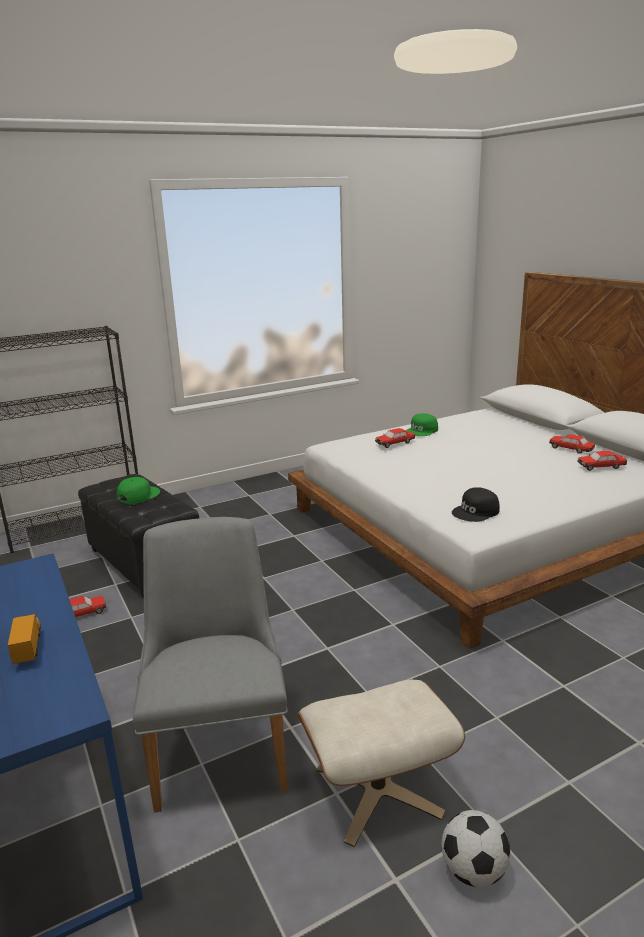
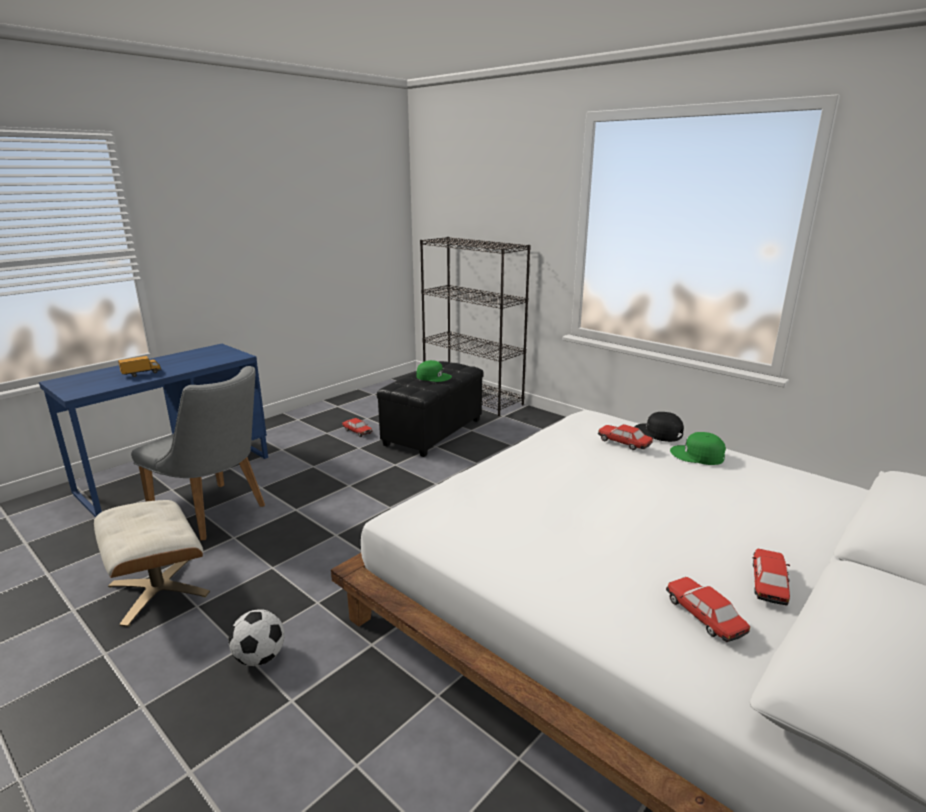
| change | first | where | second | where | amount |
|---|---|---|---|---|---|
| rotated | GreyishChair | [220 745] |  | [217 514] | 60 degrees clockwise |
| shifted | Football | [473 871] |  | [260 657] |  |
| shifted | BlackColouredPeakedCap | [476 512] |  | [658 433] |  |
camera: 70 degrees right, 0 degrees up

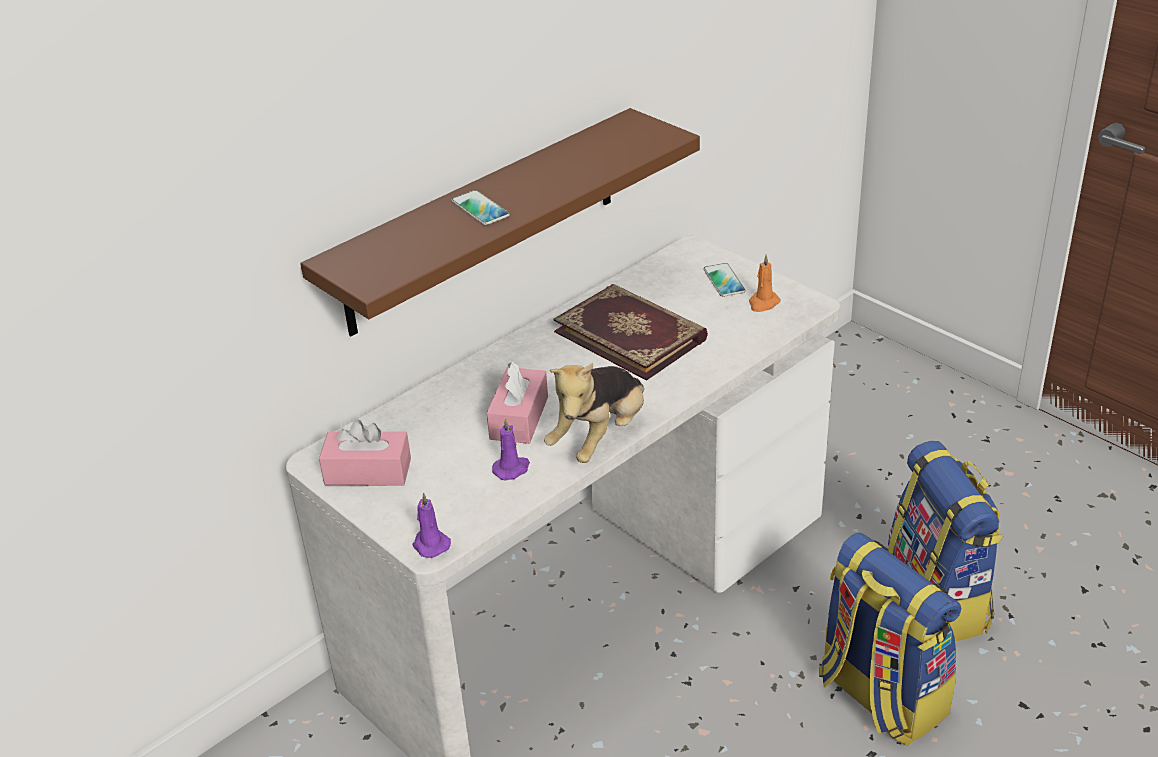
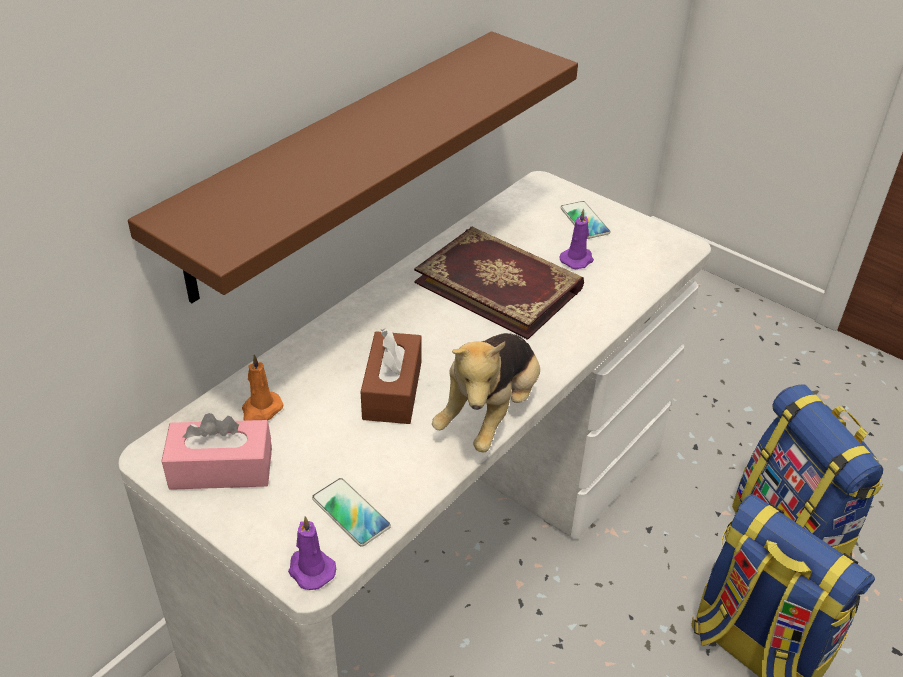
| change | first | where | second | where | amount |
|---|---|---|---|---|---|
| shifted | OrangeyWaxLight | [763 303] |  | [261 410] |  |
| shifted | Phone | [480 209] |  | [350 513] |  |
| repainted | PinkColouredTissueBox | [519 418] | BrownishTissueBox | [392 390] |  |
| shifted | PurplishWaxLight | [512 469] |  | [577 259] |  |
camera: 10 degrees left, 5 degrees up

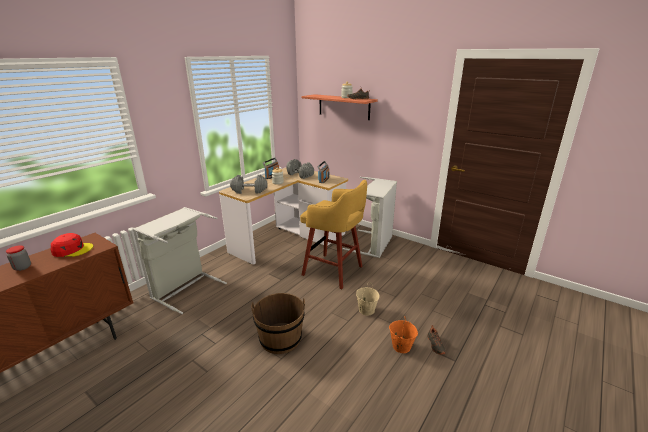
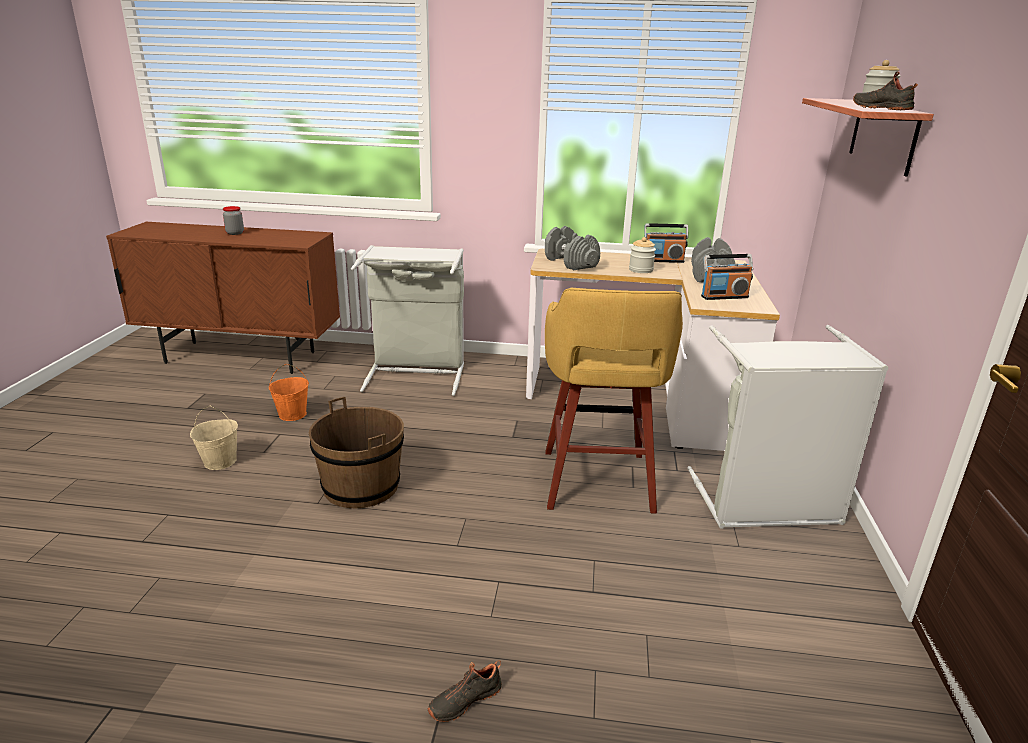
| change | first | where | second | where | amount |
|---|---|---|---|---|---|
| shifted | BeigeColouredBucket | [366 310] |  | [220 461] |  |
| shifted | OrangeyBucket | [401 346] |  | [292 414] |  |
| gone | RedColouredPeakedCap | [73 249] |  |  |  |
camera: 60 degrees right, 0 degrees up

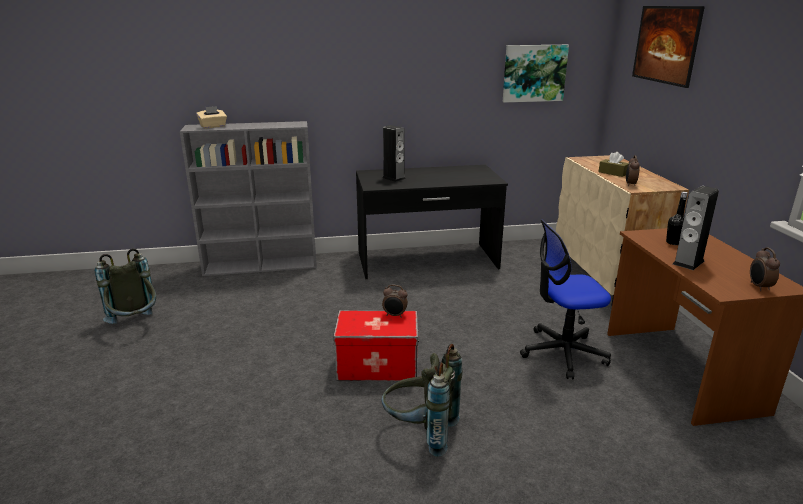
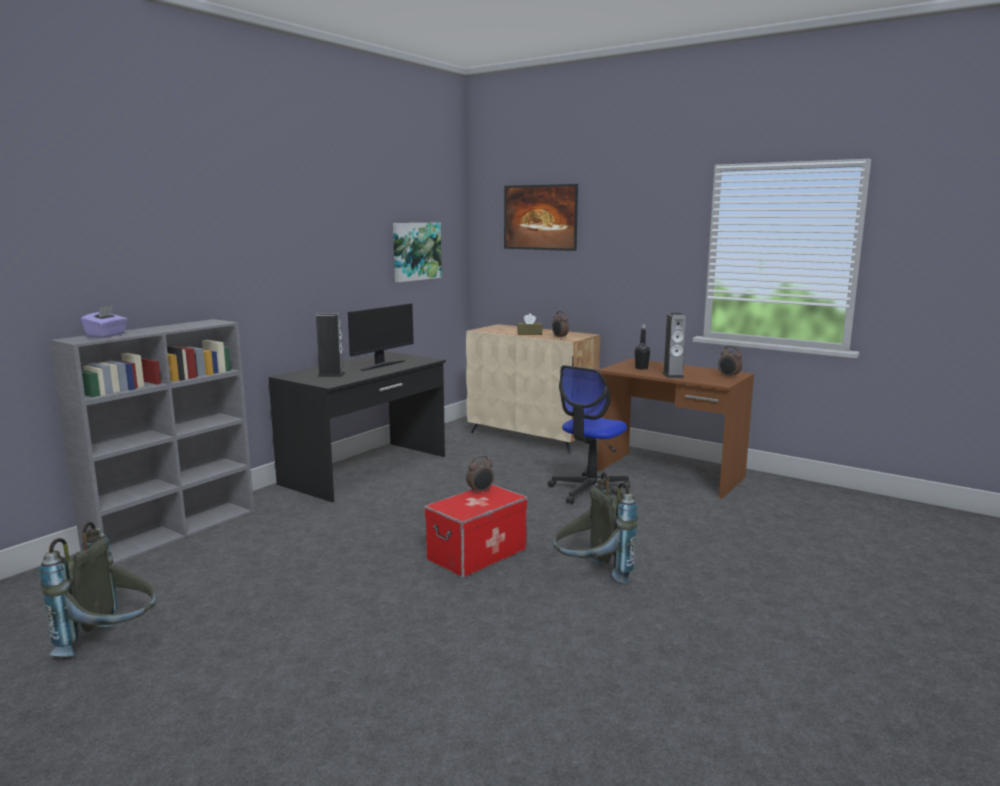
| change | first | where | second | where | amount |
|---|---|---|---|---|---|
| repainted | BeigeColouredTissueBox | [213 126] | PurplishTissueBox | [106 335] |  |
| new |  |  | Monitor | [382 365] |  |
camera: 45 degrees left, 10 degrees down

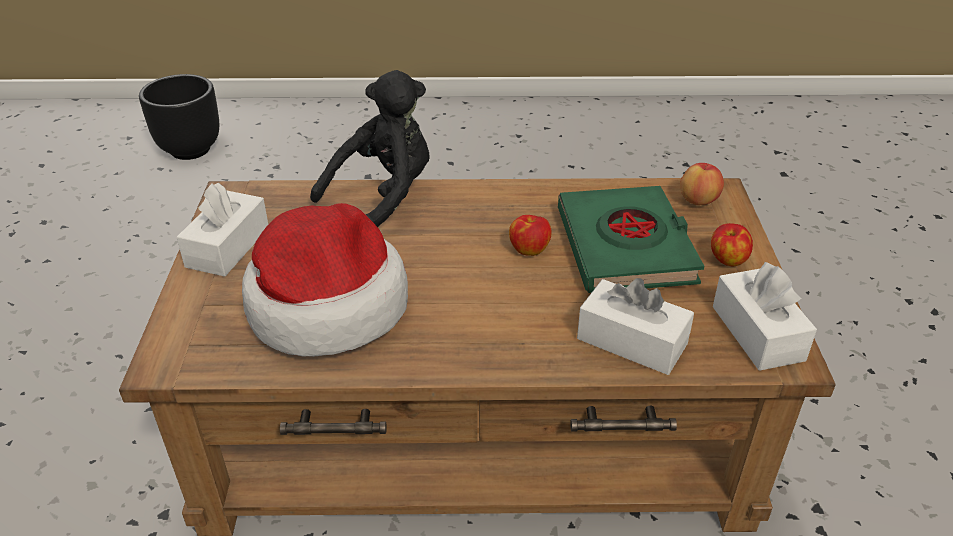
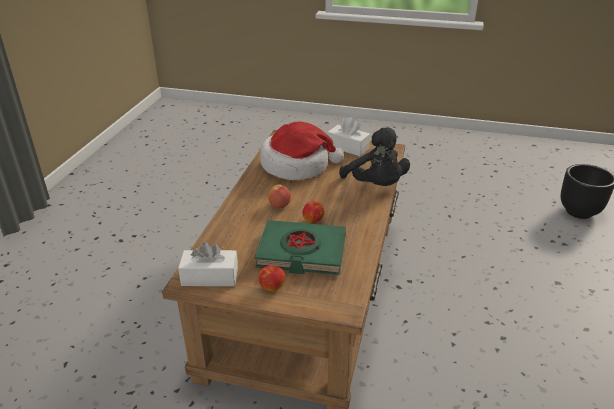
| change | first | where | second | where | amount |
|---|---|---|---|---|---|
| shifted | AppleFruit | [698 200] |  | [279 206] |  |
| gone | WhitishTissueBox | [632 341] |  |  |  |
camera: 105 degrees right, 5 degrees down

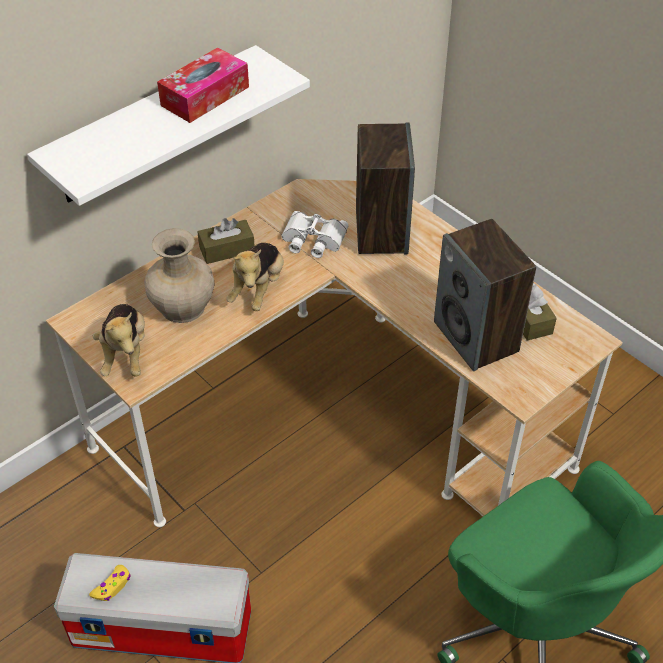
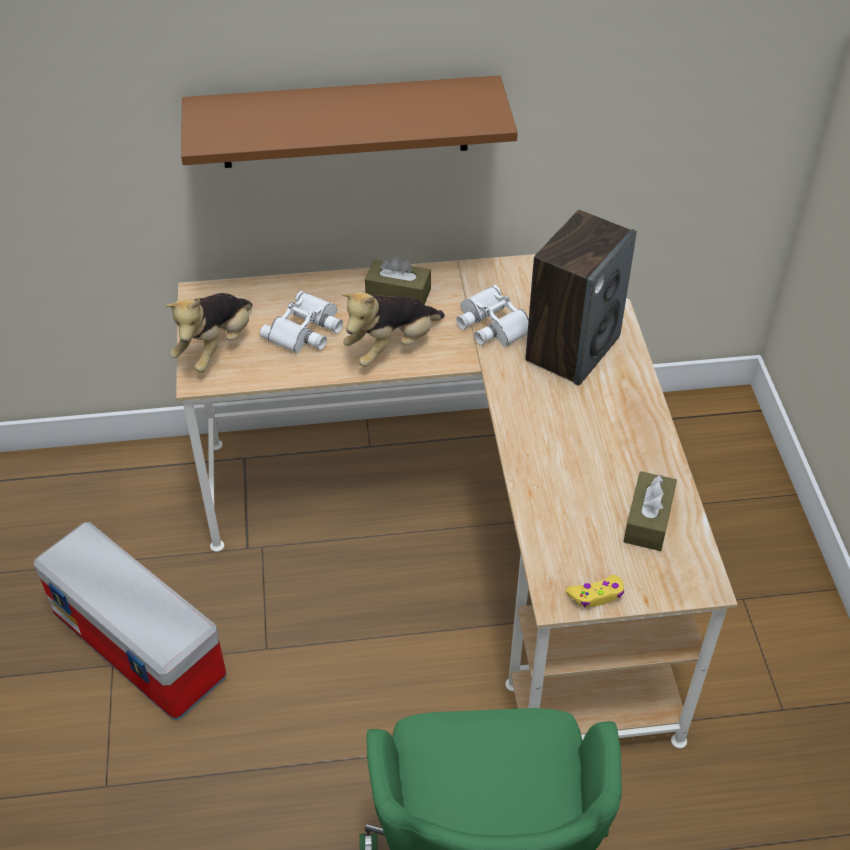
| change | first | where | second | where | amount |
|---|---|---|---|---|---|
| repainted | WhitishShelf | [152 126] | BrownishShelf | [345 122] |  |
| swapped | BeigeColouredDecorativeVase | [183 307] | WhitishFieldGlasses | [306 330] |  |
| shifted | YellowishJoypad | [112 586] |  | [596 595] |  |
| gone | TissueBox | [205 96] |  |  |  |
| gone | AudioSpeaker | [477 337] |  |  |  |
camera: 35 degrees right, 0 degrees up

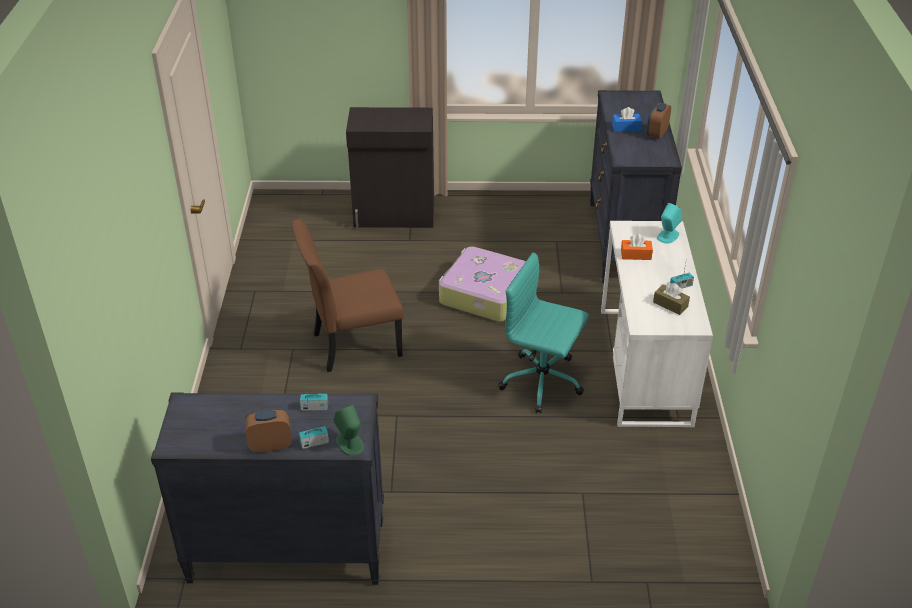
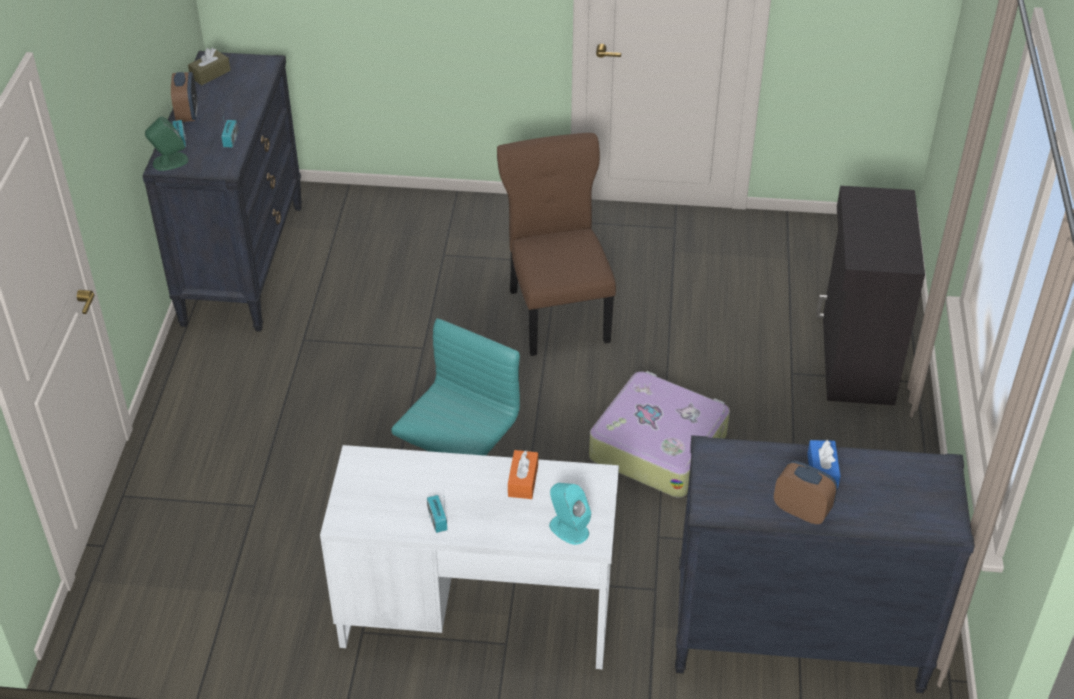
| change | first | where | second | where | amount |
|---|---|---|---|---|---|
| shifted | BrownishTissueBox | [670 304] |  | [210 74] |  |
camera: 95 degrees right, 5 degrees up

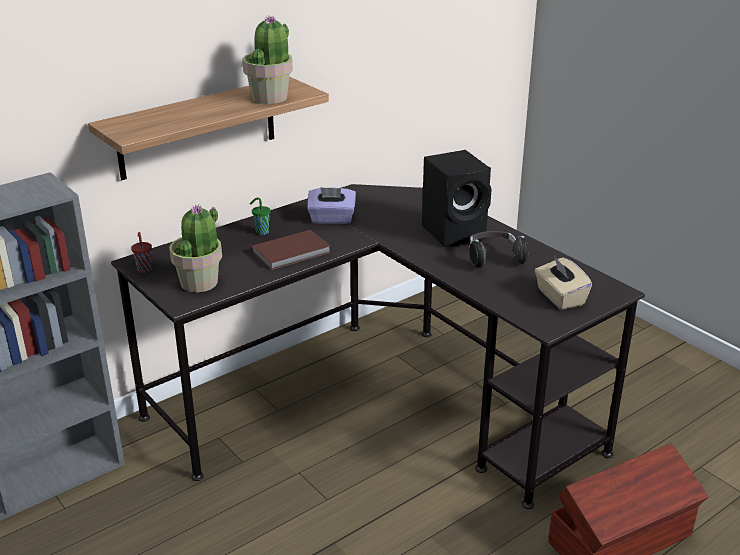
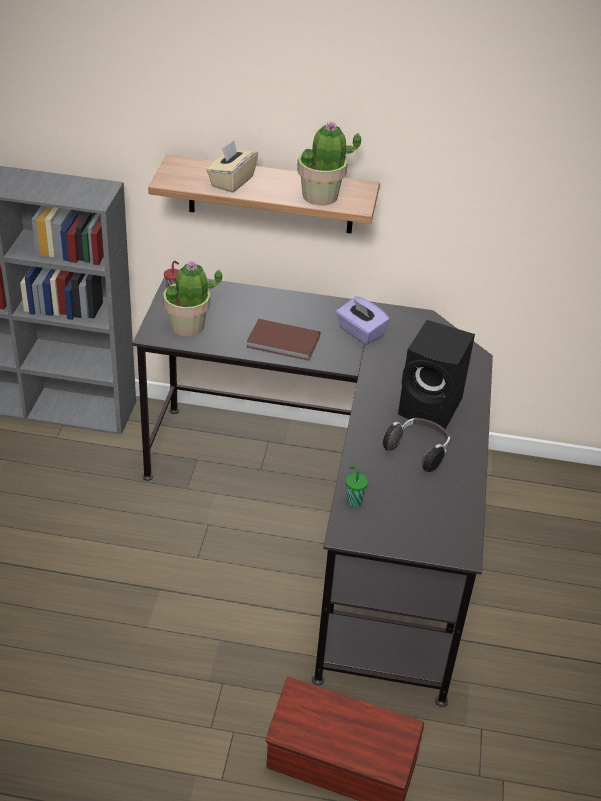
| change | first | where | second | where | amount |
|---|---|---|---|---|---|
| shifted | BeigeColouredTissueBox | [559 297] |  | [231 181] |  |
| shifted | GreenColouredCup | [261 232] |  | [353 501] |  |
camera: 45 degrees right, 10 degrees up

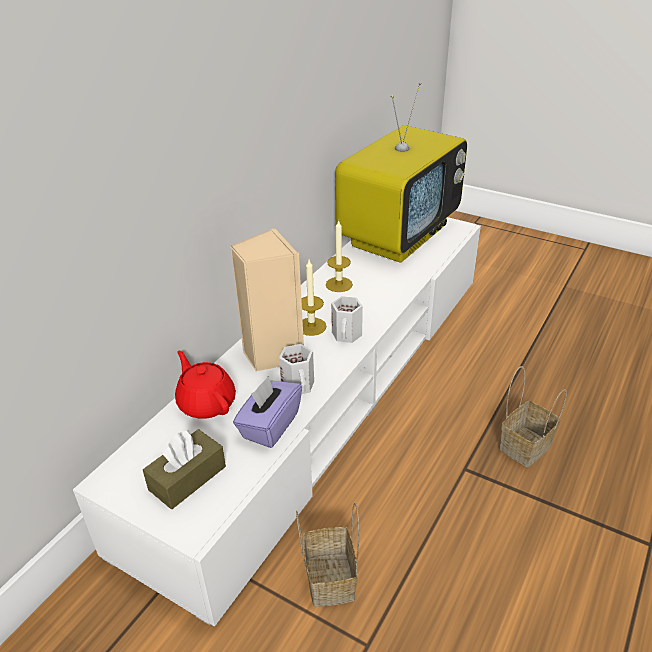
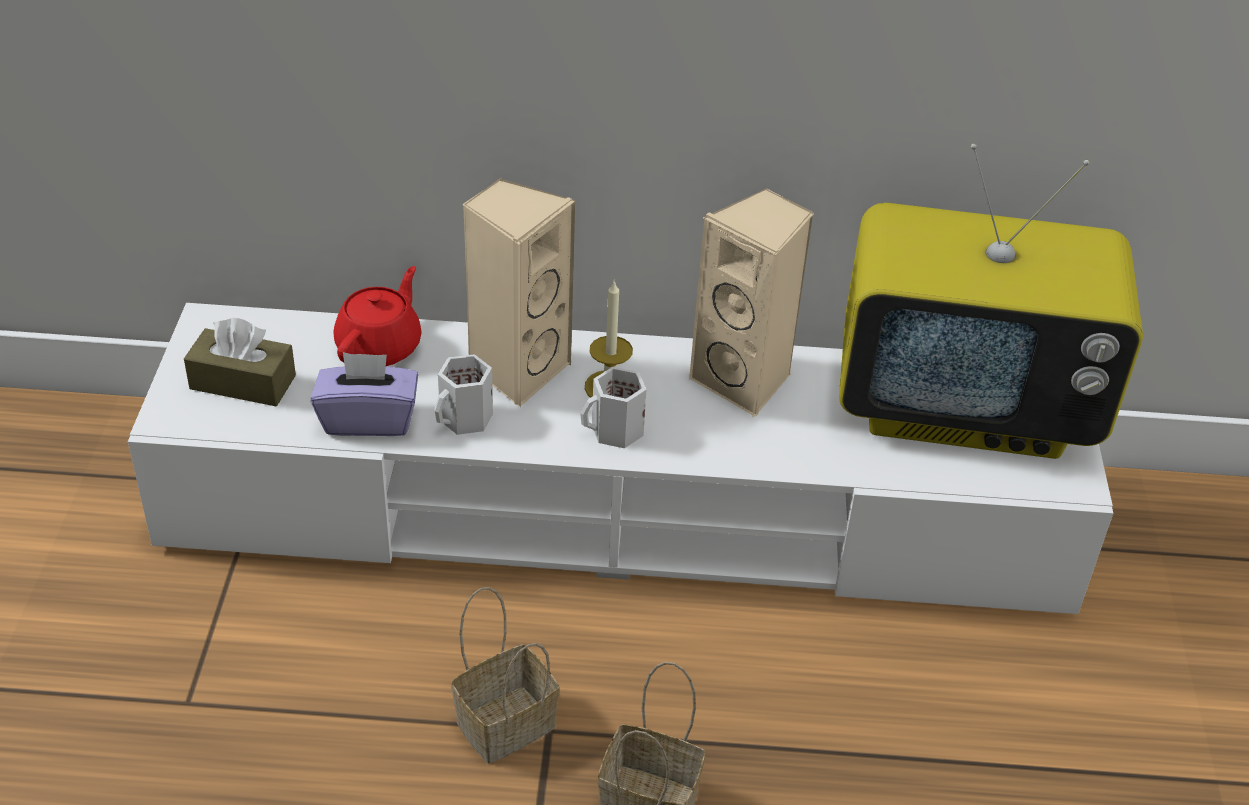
| change | first | where | second | where | amount |
|---|---|---|---|---|---|
| shifted | HouseholdBasket | [328 577] |  | [507 721] |  |
| swapped | WaxLight | [339 284] | BeigeColouredAudioSpeaker | [745 381] |  |
camera: 60 degrees right, 5 degrees up

